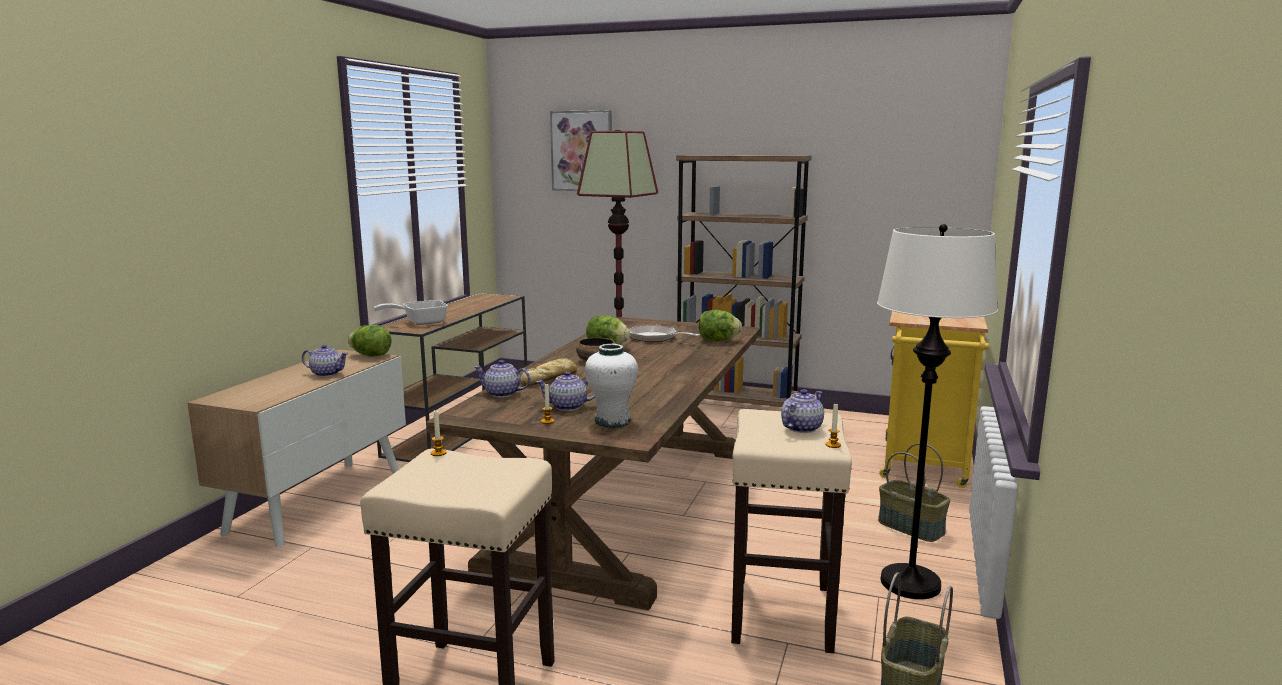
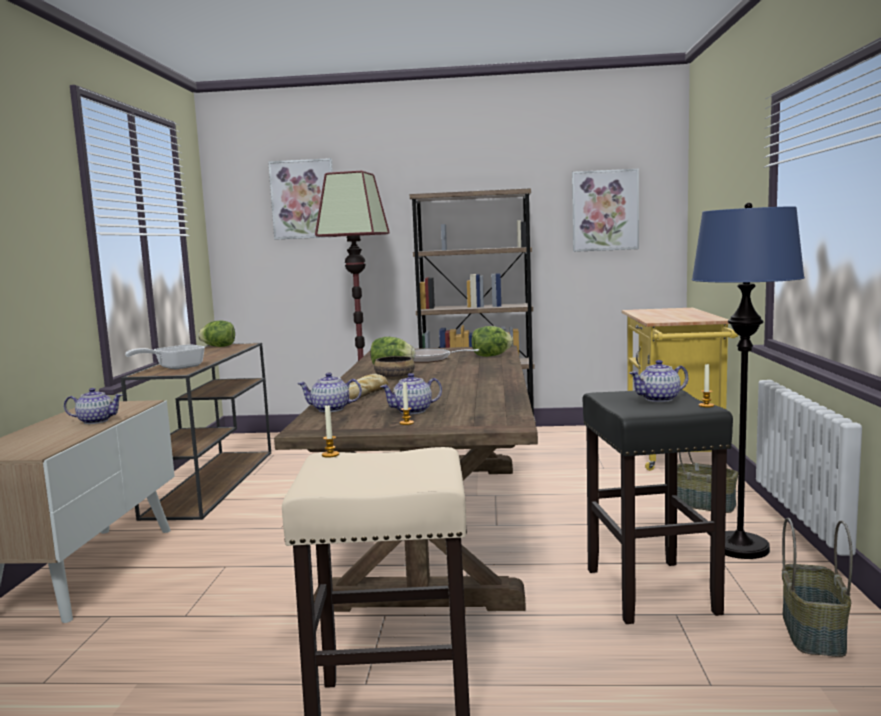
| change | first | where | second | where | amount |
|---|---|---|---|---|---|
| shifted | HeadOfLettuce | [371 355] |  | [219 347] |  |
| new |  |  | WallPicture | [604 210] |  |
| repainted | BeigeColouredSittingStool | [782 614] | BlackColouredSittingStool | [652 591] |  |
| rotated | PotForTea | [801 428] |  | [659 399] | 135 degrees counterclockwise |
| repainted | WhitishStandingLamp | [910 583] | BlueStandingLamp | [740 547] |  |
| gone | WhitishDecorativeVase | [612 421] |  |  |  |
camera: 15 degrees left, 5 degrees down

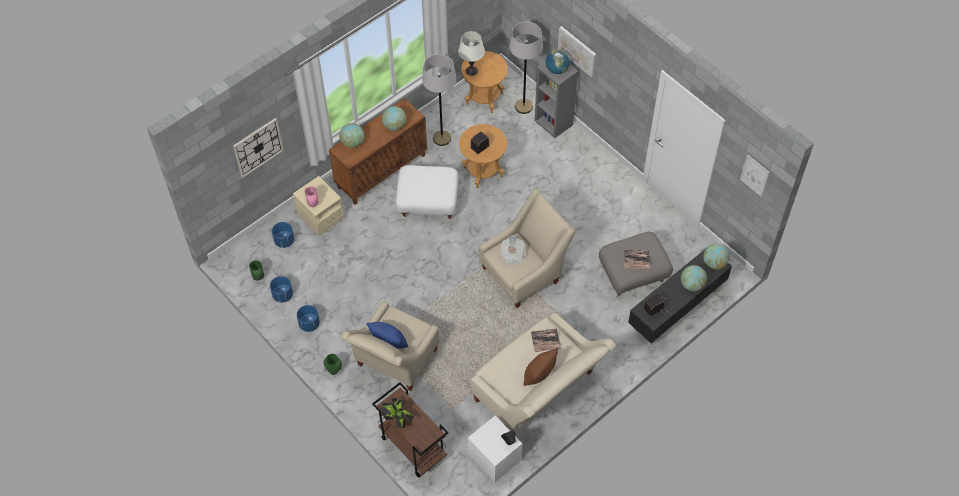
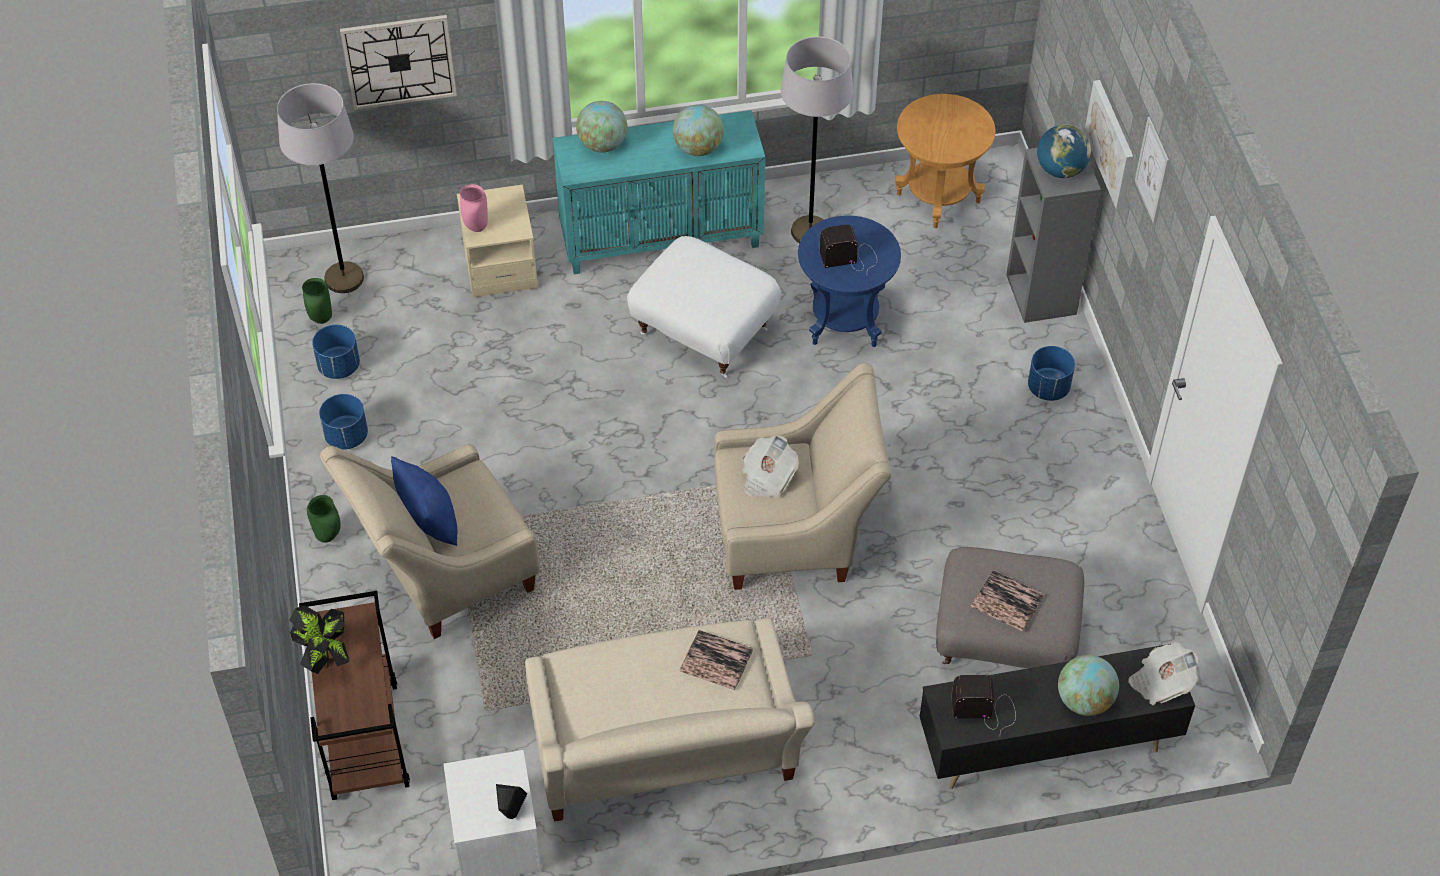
| change | first | where | second | where | amount |
|---|---|---|---|---|---|
| shifted | GreyishStandingLamp | [523 106] |  | [344 278] |  |
| repainted | BrownishCupboard | [381 171] | BlueGreenCupboard | [662 239] |  |
| repainted | BrownishAccentTable | [483 172] | BlueAccentTable | [844 321] |  |
| shifted | BluePlantPot | [284 241] |  | [1048 388] |  |
| swapped | WorldGlobe | [714 263] | PrintedPaper | [1161 682] |  |
| shifted | WallPicture | [754 175] |  | [1152 170] |  |
| gone | WhitishTableLamp | [471 71] |  |  |  |
| gone | BrownishThrowPillow | [539 375] |  |  |  |
camera: 30 degrees right, 5 degrees down

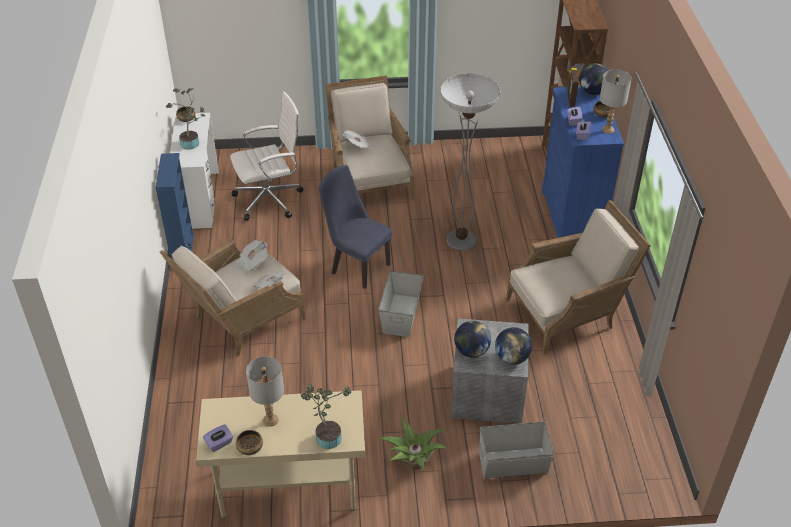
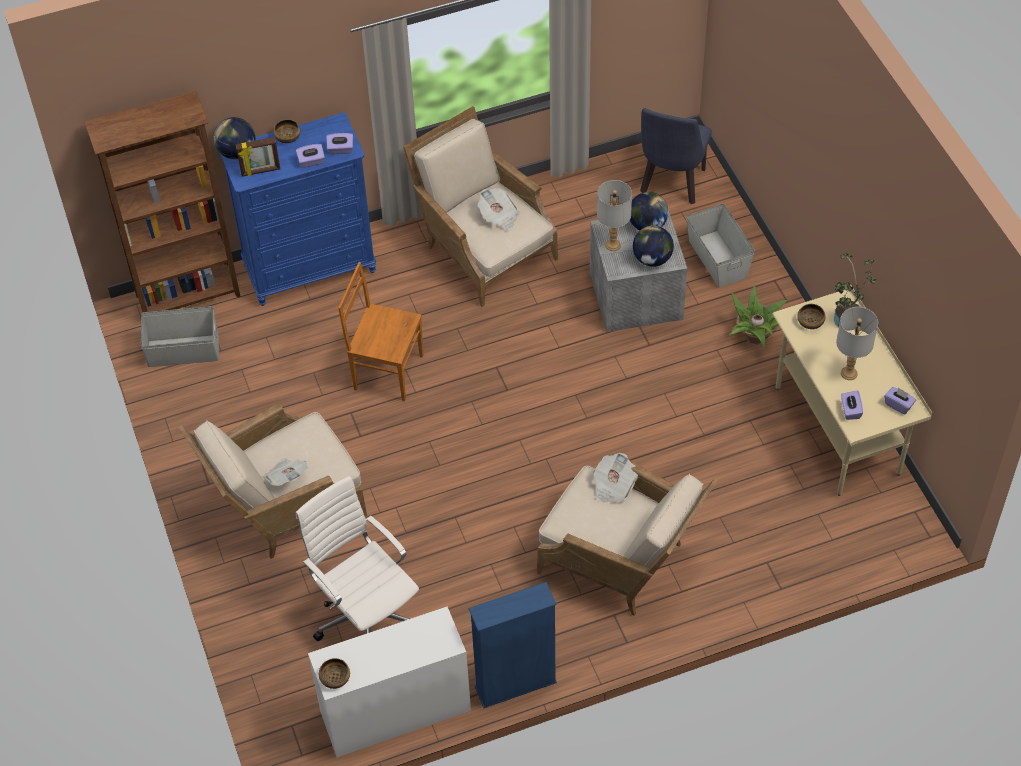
| change | first | where | second | where | amount |
|---|---|---|---|---|---|
| shifted | GreyishStorageBin | [400 315] |  | [183 351] |  |
| swapped | StandingLamp | [461 240] | BrownishChair | [386 371] |  |
| shifted | PrintedPaper | [251 263] |  | [499 217] |  |
| shifted | GreyishTableLamp | [608 130] |  | [613 245] |  |
| shifted | BlueChair | [356 266] |  | [672 185] |  |
| shifted | ServingBowl | [250 448] |  | [810 322] |  |
| new |  |  | PurplishTissueBox | [850 410] |  |
| gone | Houseplant | [192 144] |  |  |  |
camera: 105 degrees left, 10 degrees up

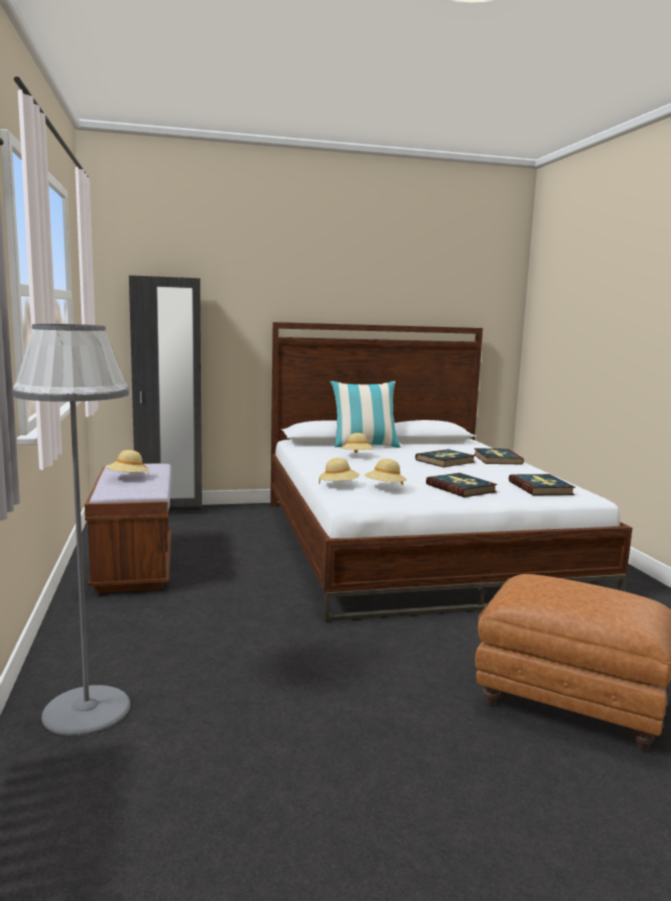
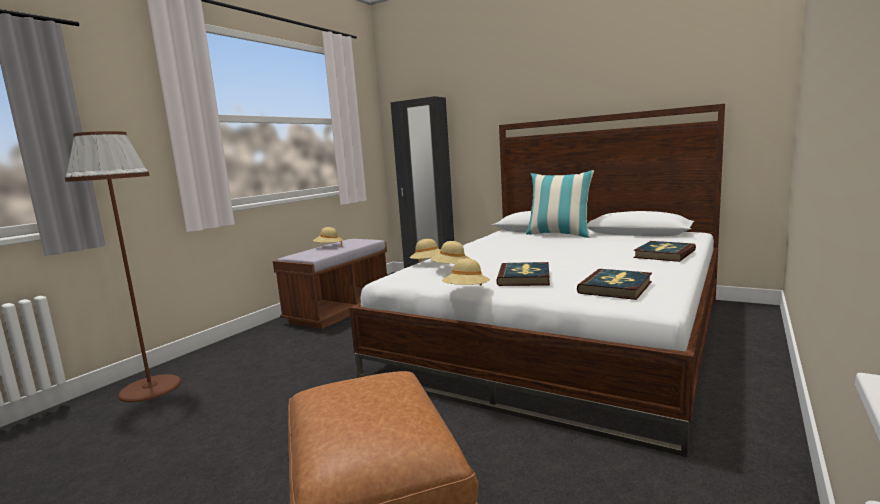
| change | first | where | second | where | amount |
|---|---|---|---|---|---|
| repainted | GreyishStandingLamp | [86 710] | BrownishStandingLamp | [150 388] |  |
| shifted | BeigeColouredWearableHat | [357 456] |  | [466 291] |  |
| gone | Book | [445 461] |  |  |  |
camera: 45 degrees right, 0 degrees up

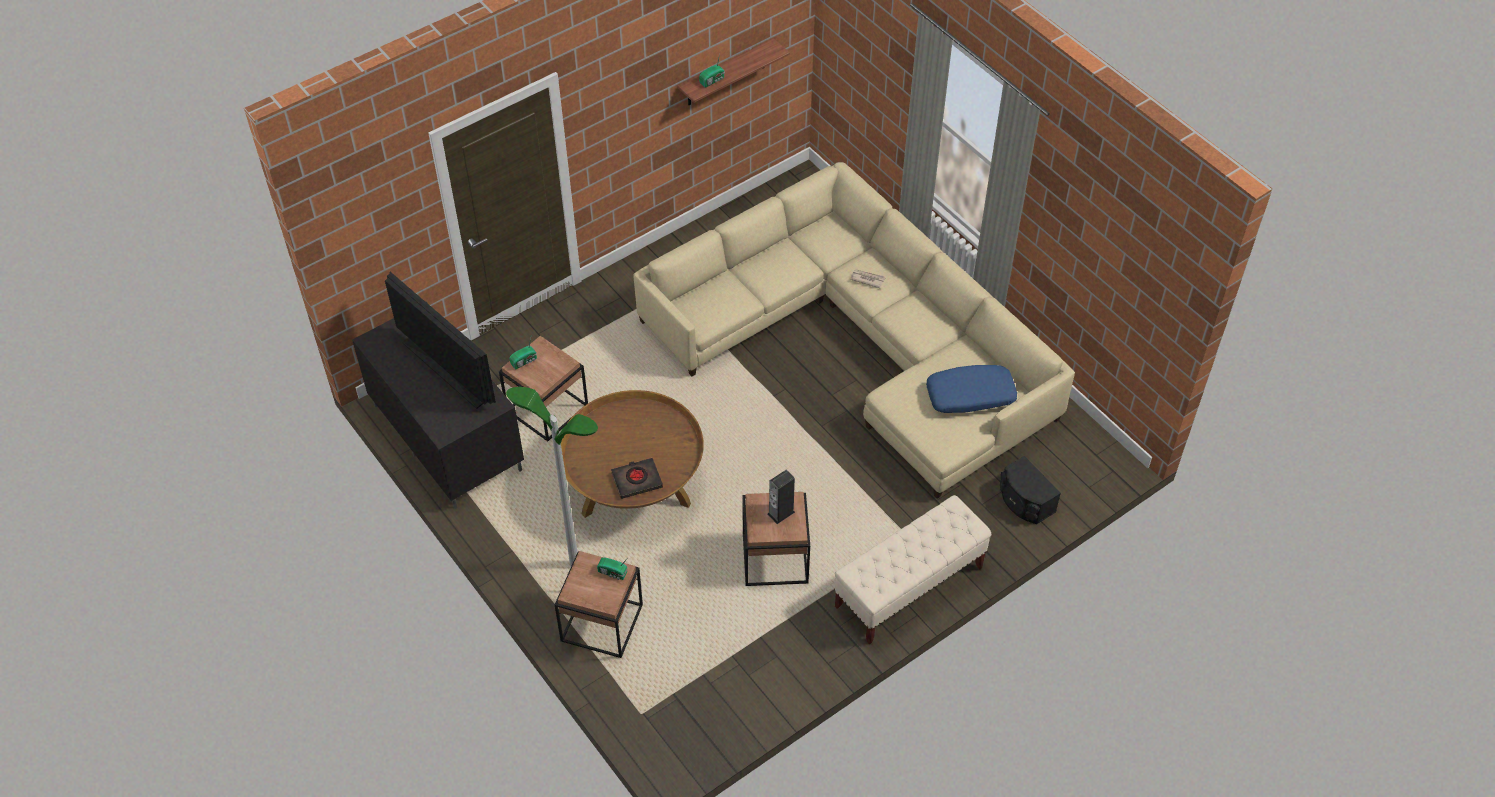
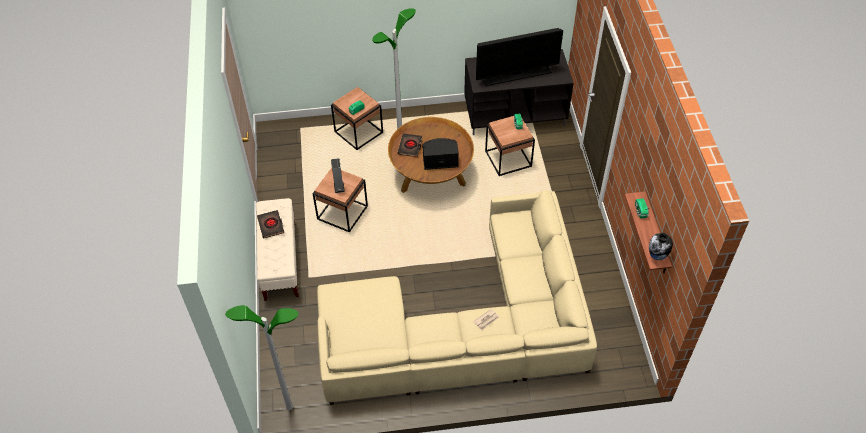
| change | first | where | second | where | amount |
|---|---|---|---|---|---|
| new |  |  | StandingLamp | [289 407] |  |
| new |  |  | BlackColouredBook | [271 225] |  |
| shifted | BlackColouredAudioSpeaker | [1024 501] |  | [440 160] |  |
| new |  |  | DecorativeVase | [657 256] |  |
| gone | BlueThrowPillow | [970 396] |  |  |  |
camera: 120 degrees right, 0 degrees up

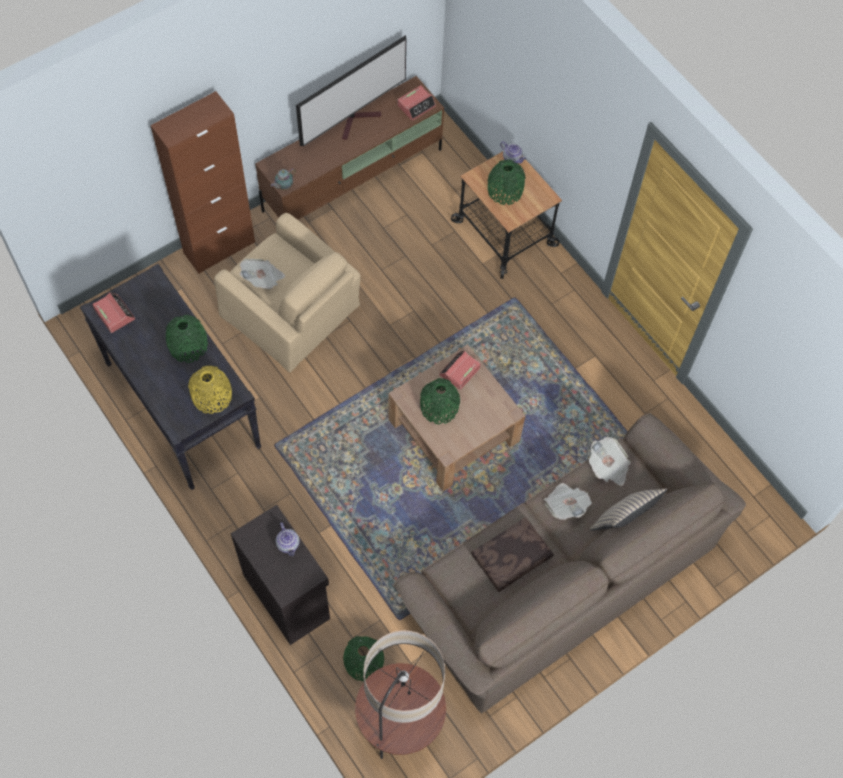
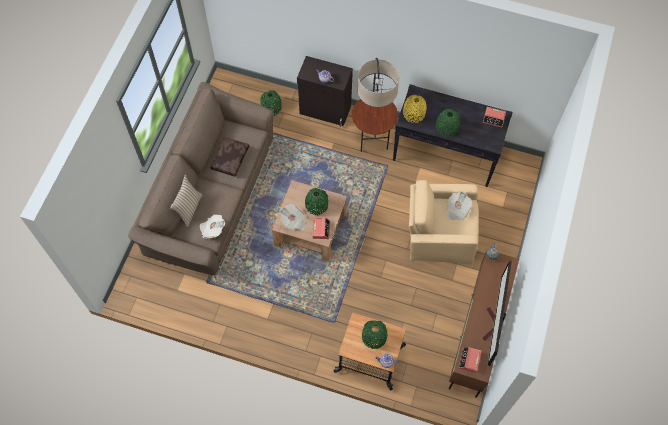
| change | first | where | second | where | amount |
|---|---|---|---|---|---|
| shifted | PrintedPaper | [565 505] |  | [293 221] |  |
| shifted | StandingLamp | [399 728] |  | [372 138] |  |
| gone | BrownishCupboard | [219 247] |  |  |  |
camera: 145 degrees right, 0 degrees up

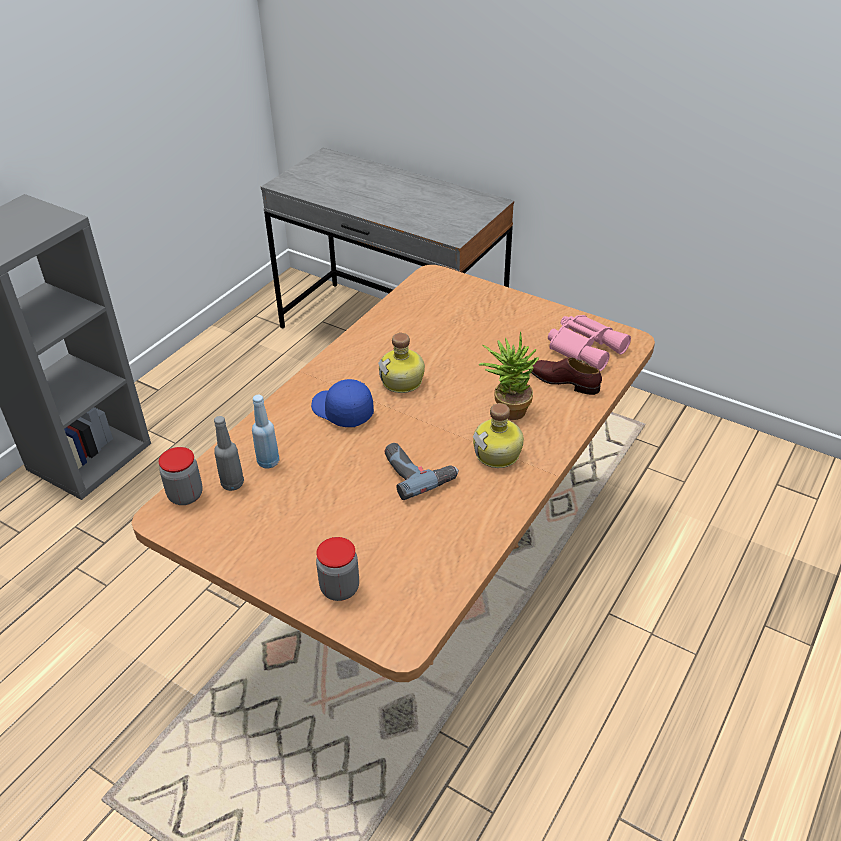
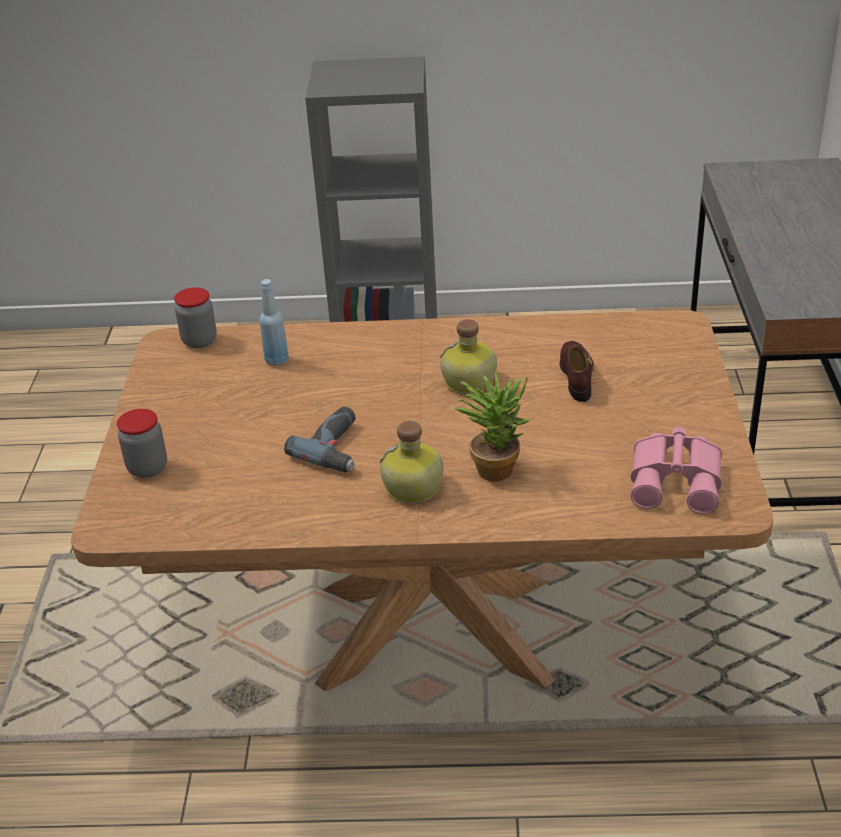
| change | first | where | second | where | amount |
|---|---|---|---|---|---|
| shifted | BrownishShoe | [563 381] |  | [576 375] |  |
| gone | GreyishBottle | [232 484] |  |  |  |
| gone | BluePeakedCap | [341 411] |  |  |  |
camera: 60 degrees right, 5 degrees down

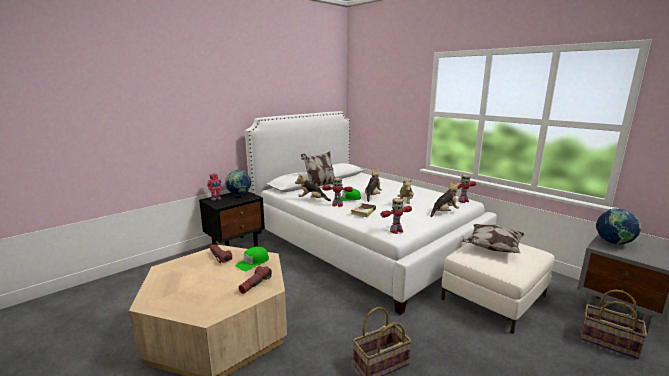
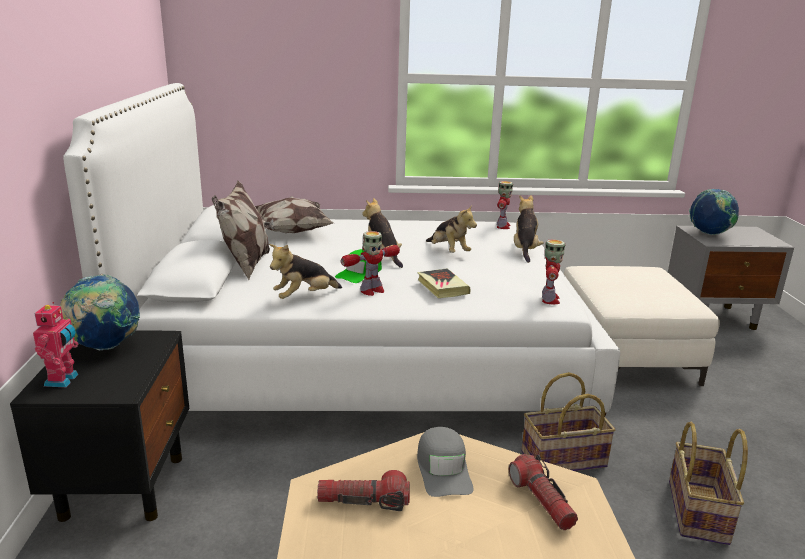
| change | first | where | second | where | amount |
|---|---|---|---|---|---|
| shifted | ThrowPillow | [492 248] |  | [291 232] |  |
| repainted | GreenColouredPeakedCap | [253 262] | GreyishPeakedCap | [443 469] |  |
| shifted | HouseholdBasket | [608 342] |  | [563 460] |  |
camera: 50 degrees left, 5 degrees up

